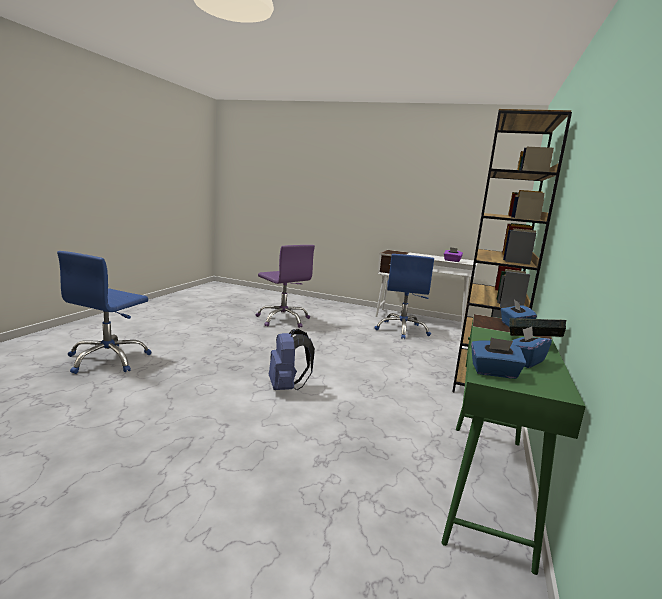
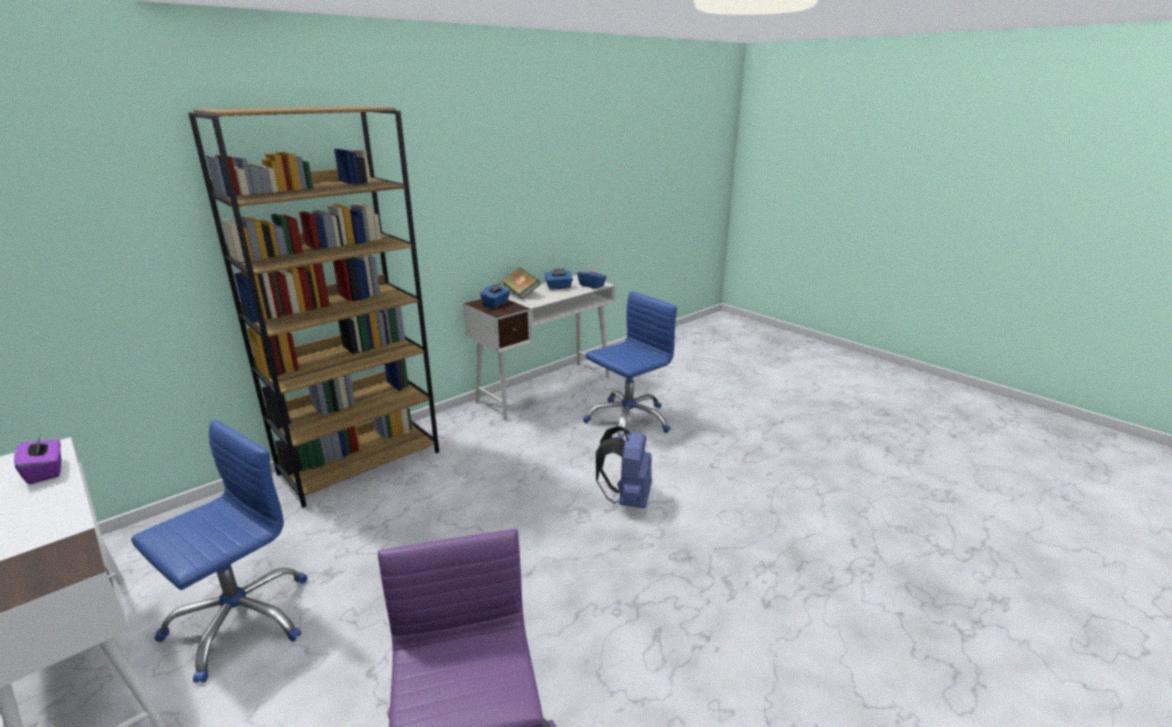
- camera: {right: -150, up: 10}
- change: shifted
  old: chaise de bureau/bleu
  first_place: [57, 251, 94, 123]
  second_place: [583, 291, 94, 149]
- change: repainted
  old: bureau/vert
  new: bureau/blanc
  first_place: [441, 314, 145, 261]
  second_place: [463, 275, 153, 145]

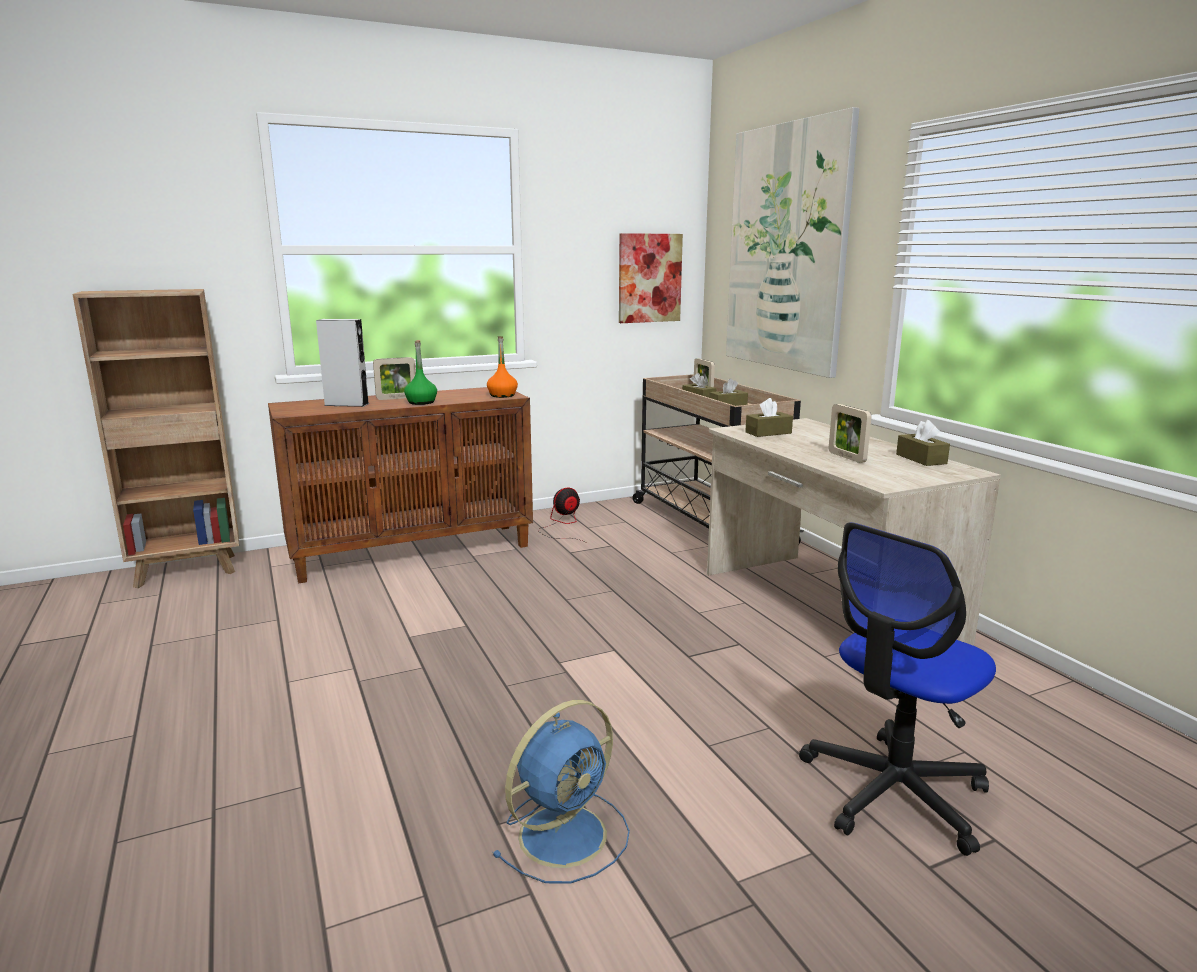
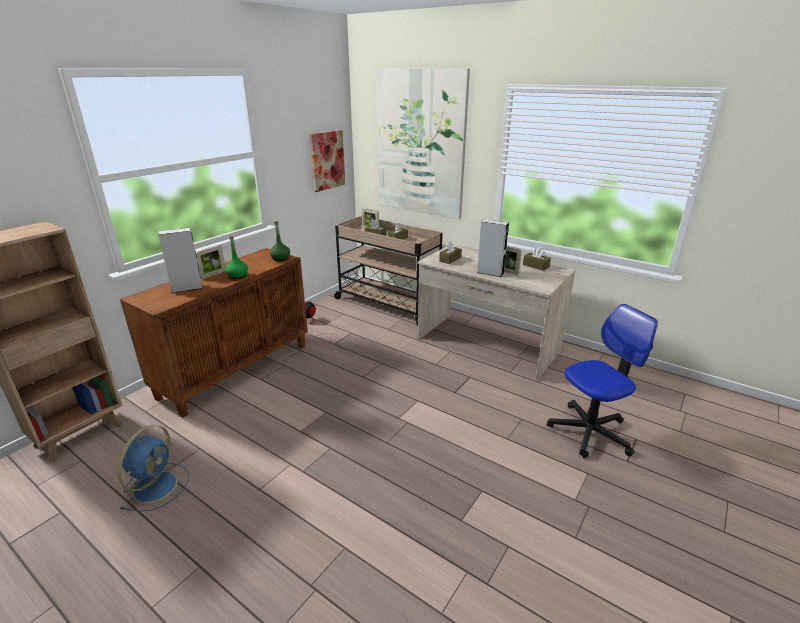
- camera: {right: -30, up: 10}
- change: new
  new: enceinte/gris
  second_place: [477, 219, 32, 58]
- change: shifted
  old: ventilateur/bleu
  first_place: [492, 700, 138, 184]
  second_place: [117, 425, 72, 87]
- change: repainted
  old: bouteille/orange
  new: bouteille/vert
  first_place: [487, 336, 31, 62]
  second_place: [269, 221, 21, 40]
- change: rotated
  old: chaise de bureau
  first_place: [799, 522, 197, 334]
  second_place: [547, 304, 111, 154]
  degrees: -135

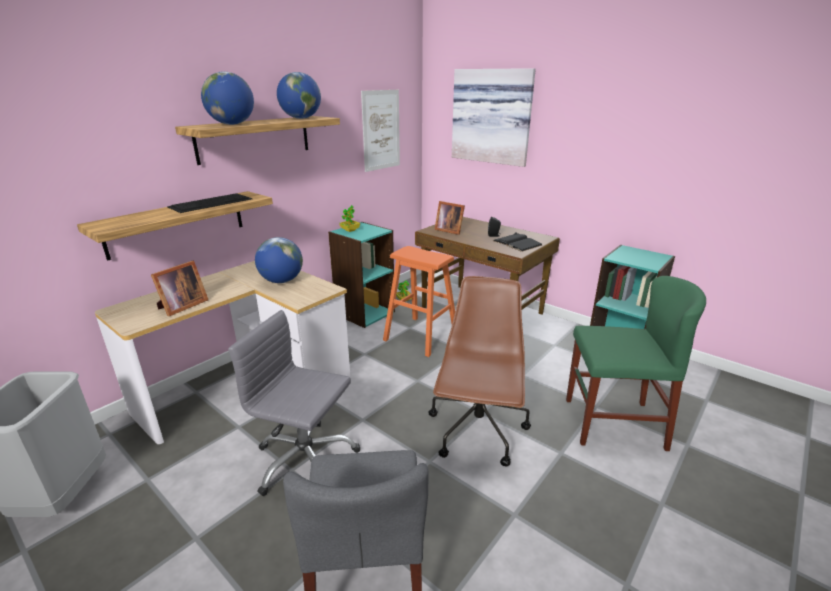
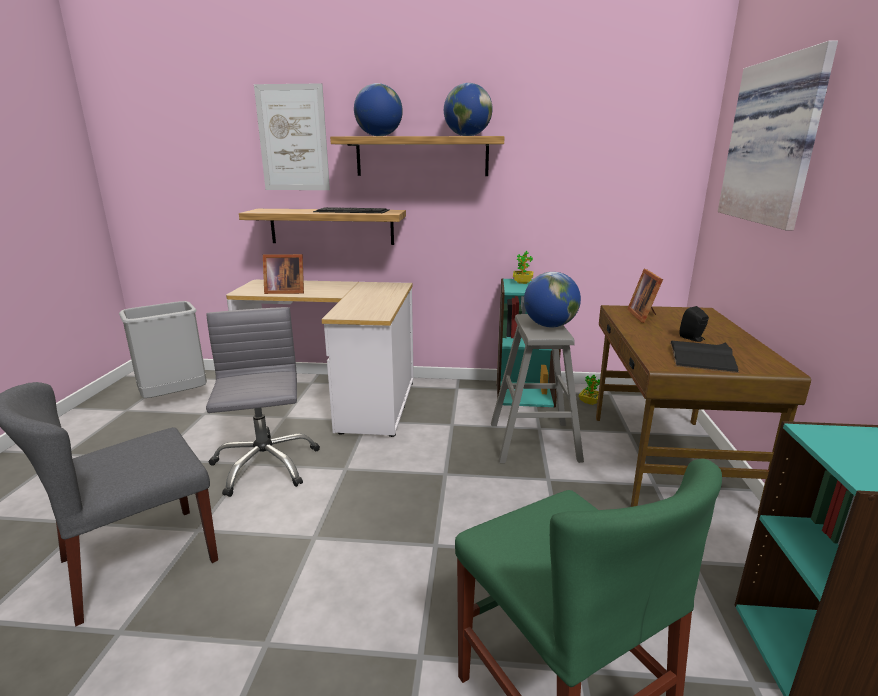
- camera: {right: 55, up: -5}
- change: gone
  old: chaise de bureau/marron
  first_place: [428, 276, 103, 191]
- change: shifted
  old: globe
  first_place: [255, 237, 48, 46]
  second_place: [524, 272, 57, 55]
- change: shifted
  old: tableau
  first_place: [361, 90, 39, 82]
  second_place: [254, 83, 76, 107]
- change: repainted
  old: tabouret/orange
  new: tabouret/gris
  first_place: [383, 246, 72, 111]
  second_place: [491, 314, 93, 149]

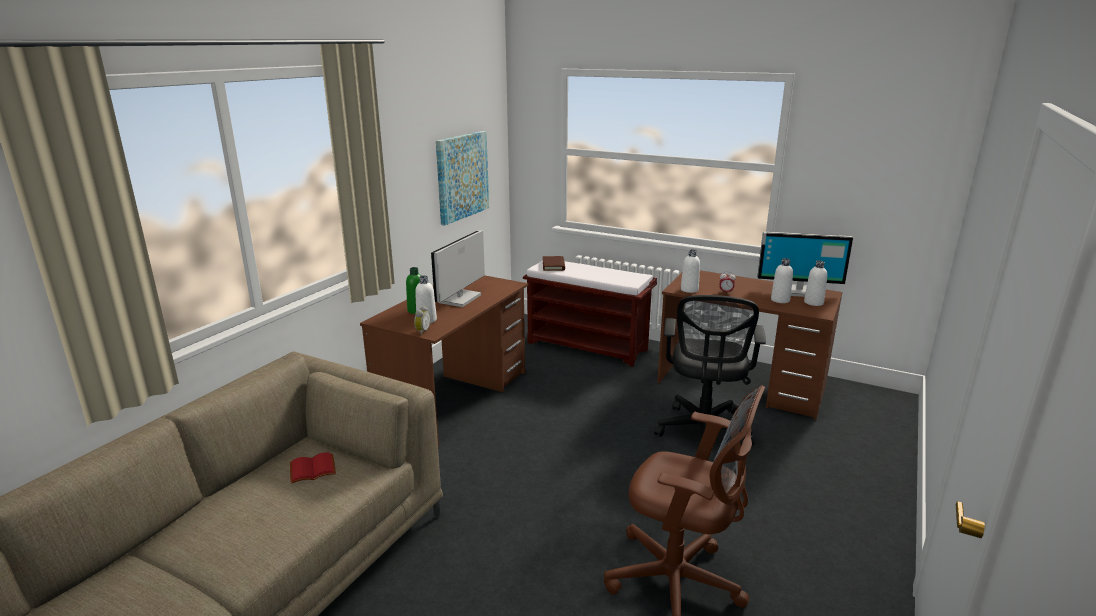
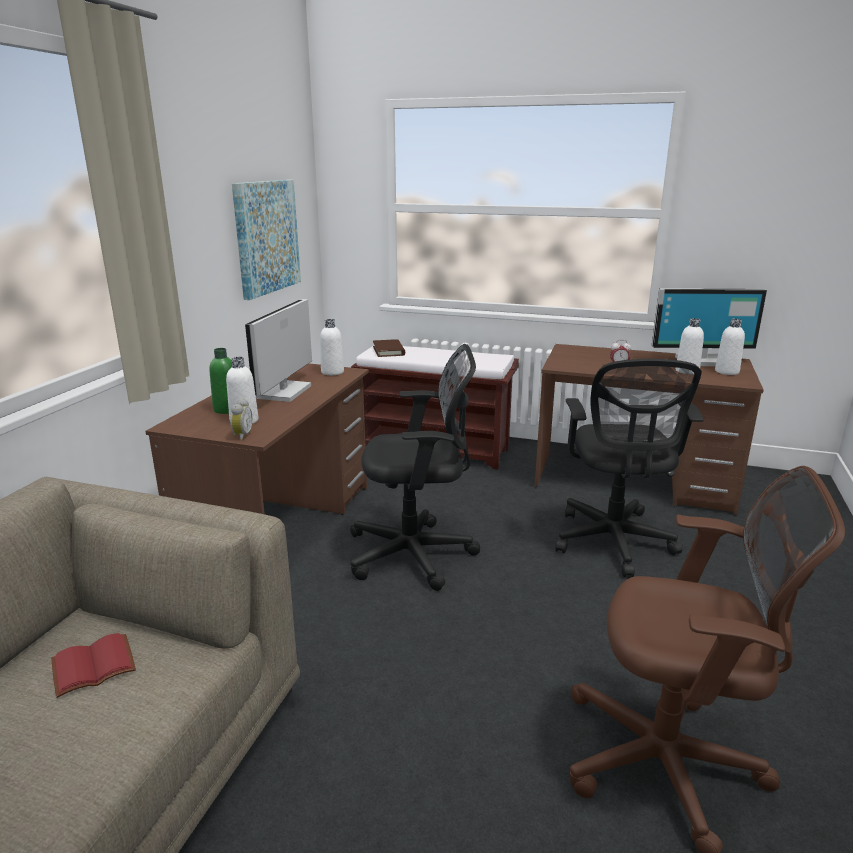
- camera: {right: -10, up: 0}
- change: new
  new: chaise de bureau/noir
  second_place: [350, 344, 131, 247]
- change: shifted
  old: bouteille/blanc
  first_place: [681, 250, 19, 43]
  second_place: [320, 319, 24, 56]

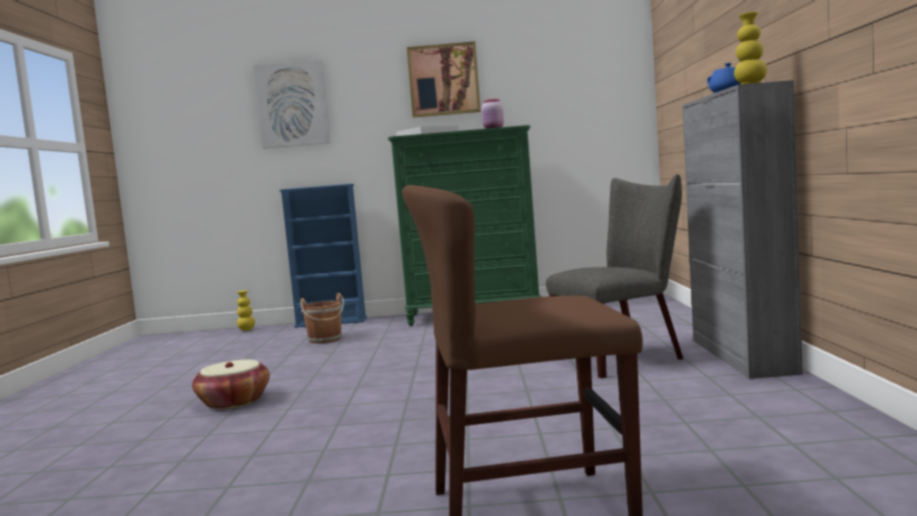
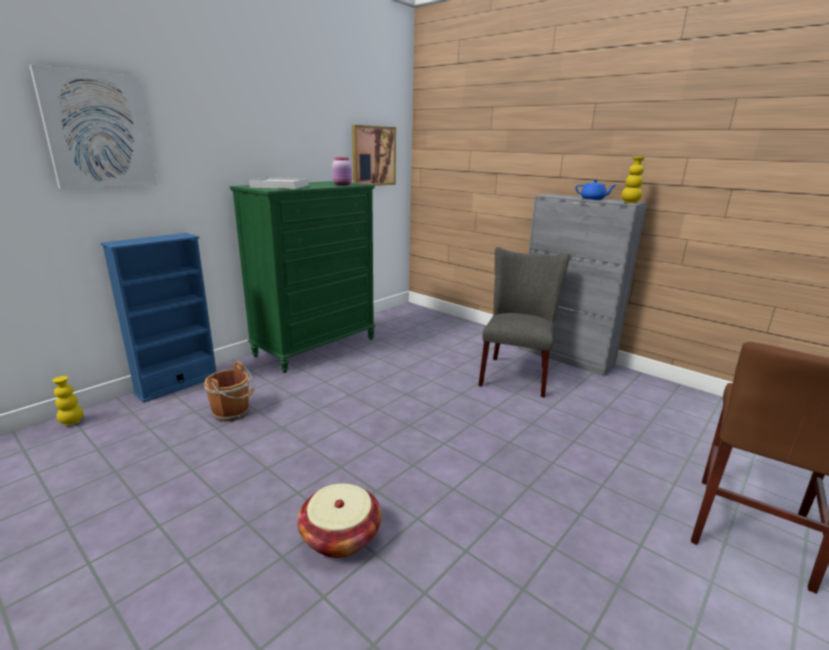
- camera: {right: -50, up: 15}
- change: shifted
  old: tableau
  first_place: [407, 41, 74, 77]
  second_place: [352, 125, 44, 61]

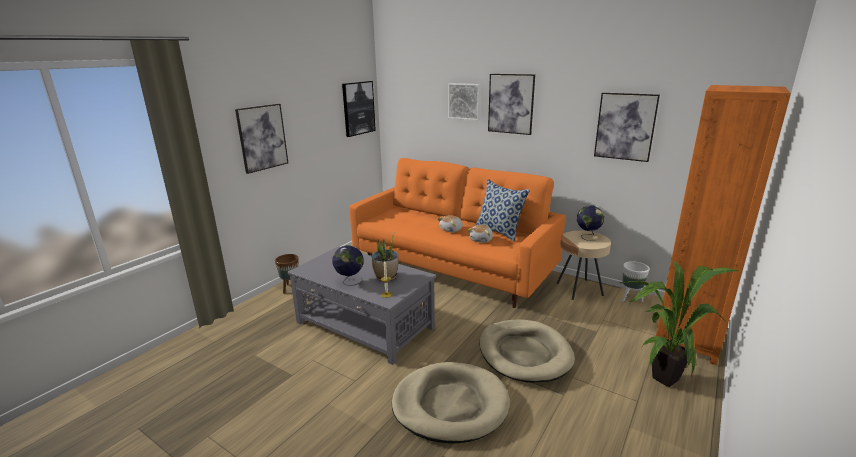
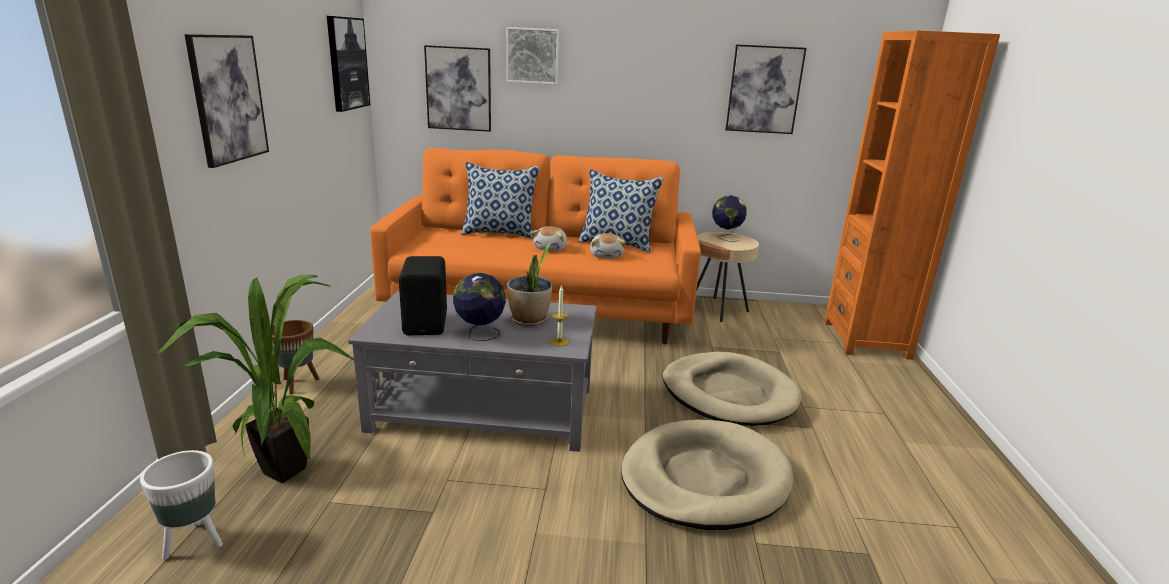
- camera: {right: -30, up: 0}
- change: new
  new: enceinte/noir
  second_place: [399, 256, 48, 79]
- change: new
  new: coussin
  second_place: [461, 162, 79, 77]
- change: shifted
  old: tableau
  first_place: [488, 74, 47, 61]
  second_place: [424, 45, 67, 87]
- change: shifted
  old: plante en pot
  first_place: [620, 261, 118, 126]
  second_place: [154, 275, 202, 208]
- change: shifted
  old: cache-pot/blanc
  first_place: [622, 261, 28, 41]
  second_place: [140, 450, 83, 110]

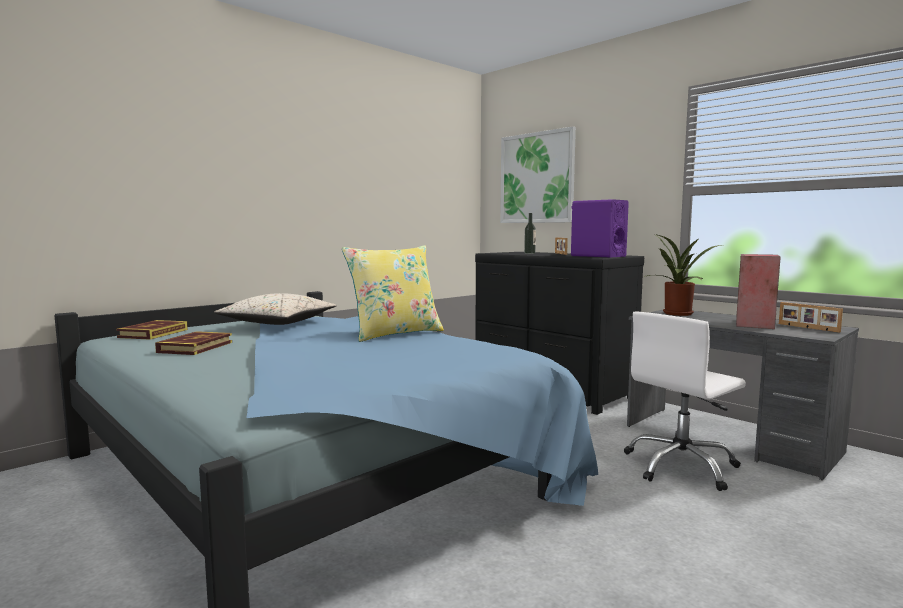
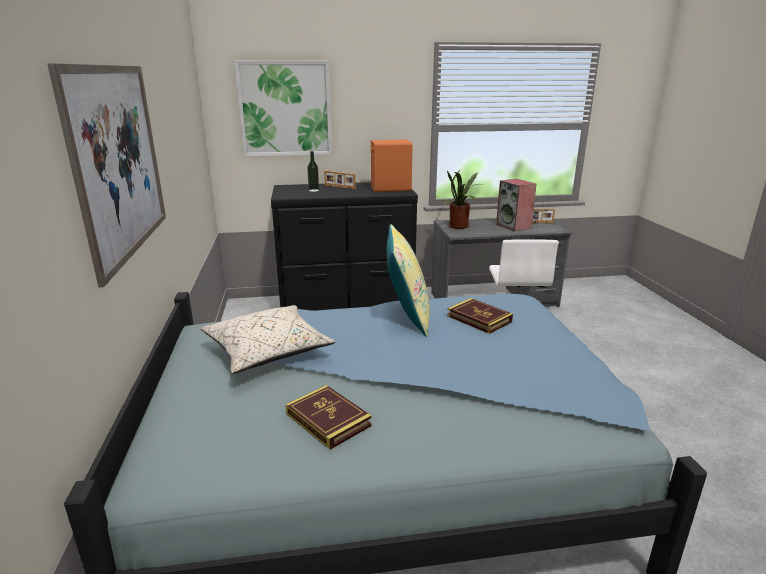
- camera: {right: -55, up: 15}
- change: new
  new: tableau
  second_place: [47, 63, 119, 224]
- change: shifted
  old: livre
  first_place: [116, 320, 72, 20]
  second_place: [447, 298, 66, 36]
- change: repainted
  old: enceinte/violet
  new: enceinte/orange
  first_place: [571, 199, 58, 58]
  second_place: [371, 140, 42, 52]

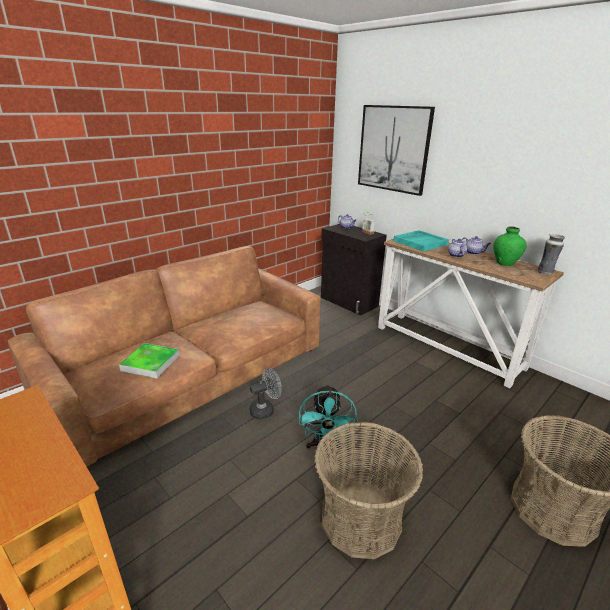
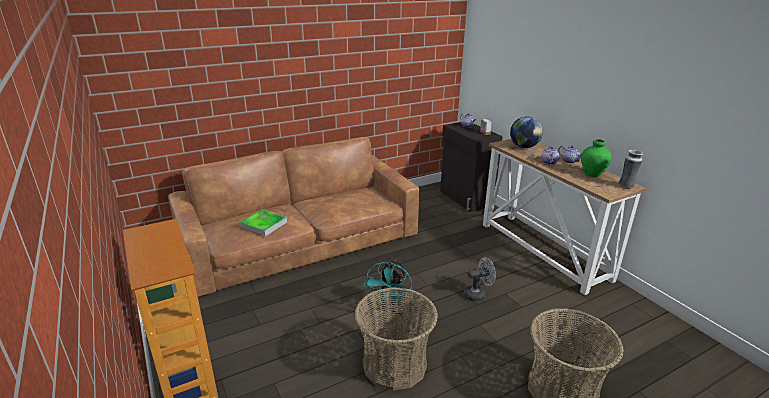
- camera: {right: 15, up: 0}
- change: gone
  old: tableau
  first_place: [358, 105, 77, 91]
- change: shifted
  old: ventilateur/gris
  first_place: [249, 368, 33, 51]
  second_place: [464, 257, 32, 45]
- change: swapped
  old: plateau/turquoise
  new: globe
  first_place: [393, 230, 56, 22]
  second_place: [510, 116, 33, 32]

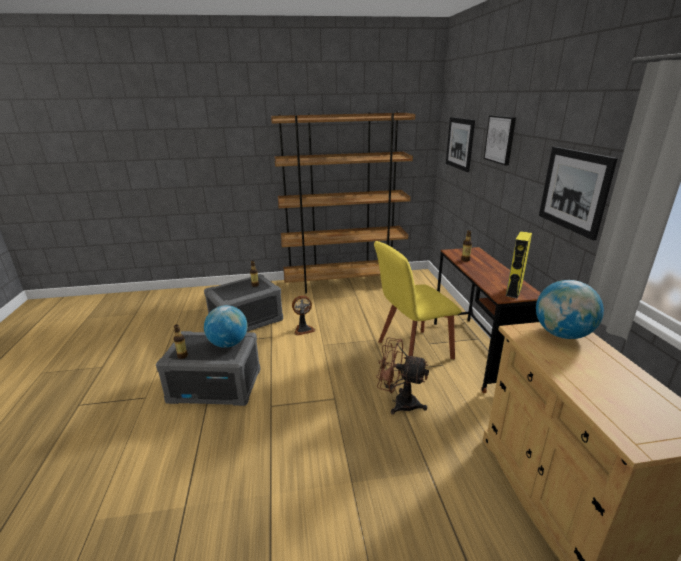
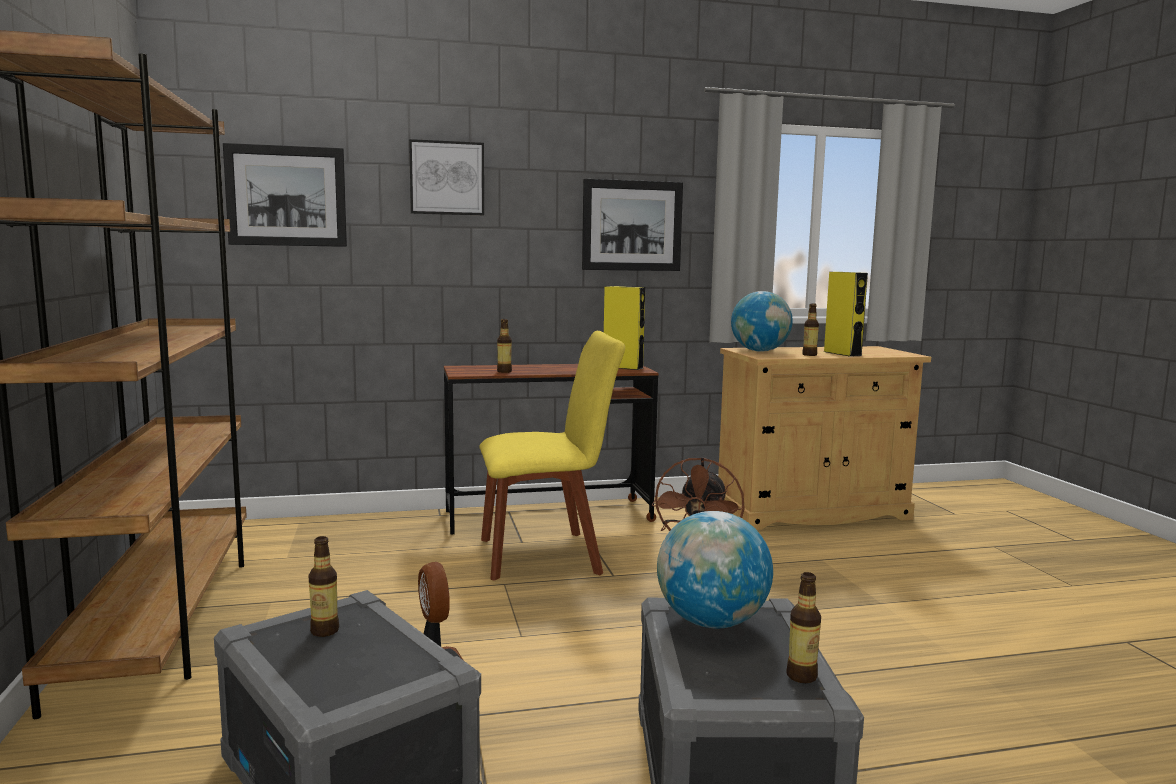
- camera: {right: -95, up: -15}
- change: new
  new: bouteille
  second_place: [802, 303, 17, 53]
- change: new
  new: enceinte/jaune
  second_place: [824, 272, 44, 85]
- change: rotated
  old: chaise/jaune
  first_place: [374, 241, 88, 118]
  second_place: [479, 331, 146, 250]
  degrees: -75

